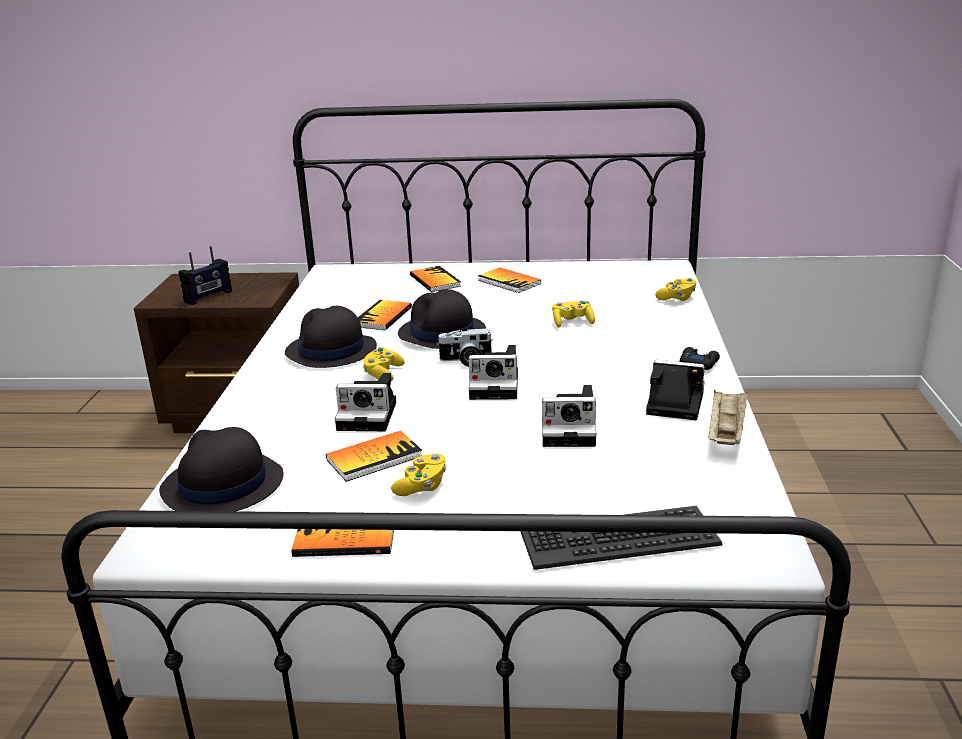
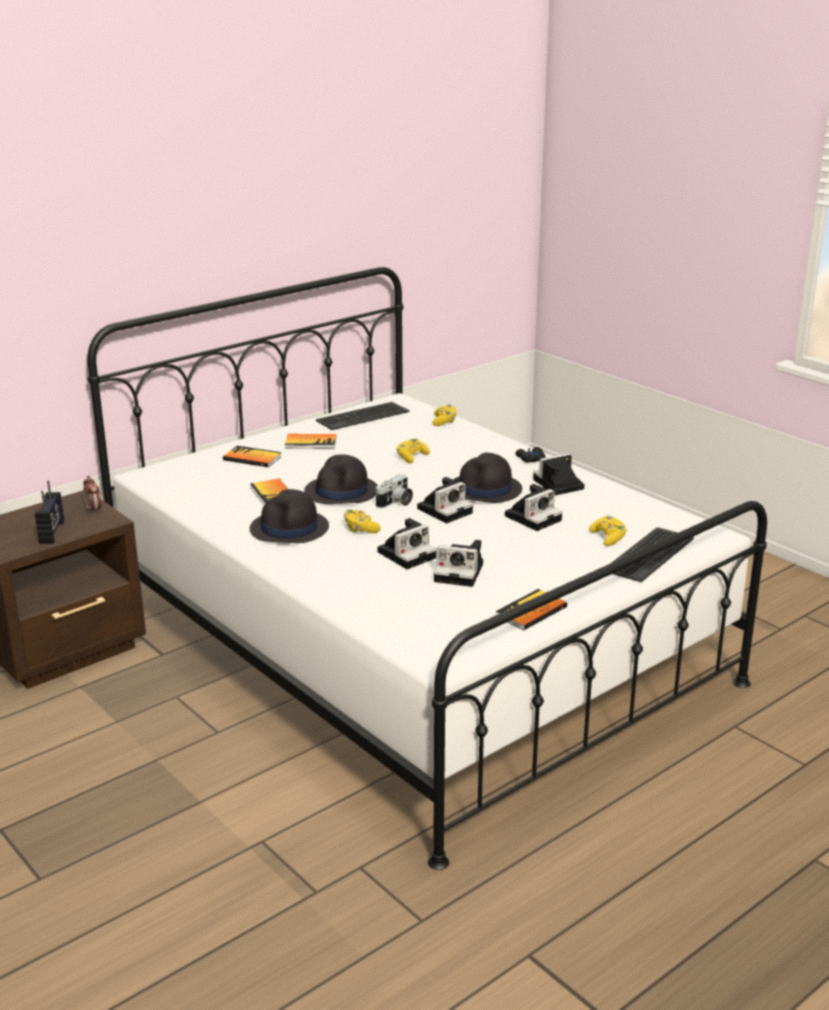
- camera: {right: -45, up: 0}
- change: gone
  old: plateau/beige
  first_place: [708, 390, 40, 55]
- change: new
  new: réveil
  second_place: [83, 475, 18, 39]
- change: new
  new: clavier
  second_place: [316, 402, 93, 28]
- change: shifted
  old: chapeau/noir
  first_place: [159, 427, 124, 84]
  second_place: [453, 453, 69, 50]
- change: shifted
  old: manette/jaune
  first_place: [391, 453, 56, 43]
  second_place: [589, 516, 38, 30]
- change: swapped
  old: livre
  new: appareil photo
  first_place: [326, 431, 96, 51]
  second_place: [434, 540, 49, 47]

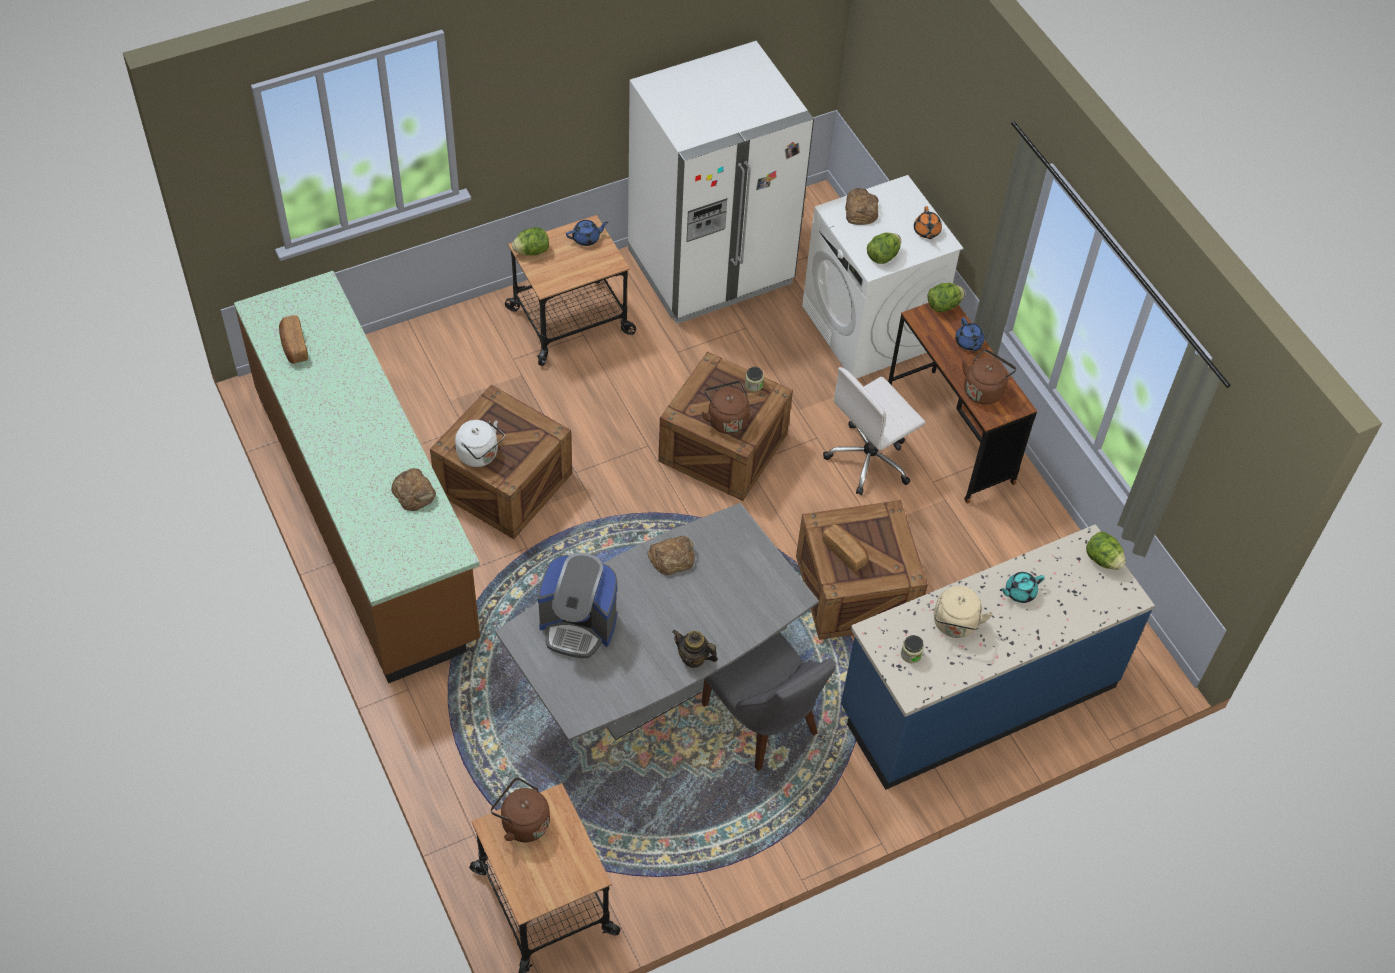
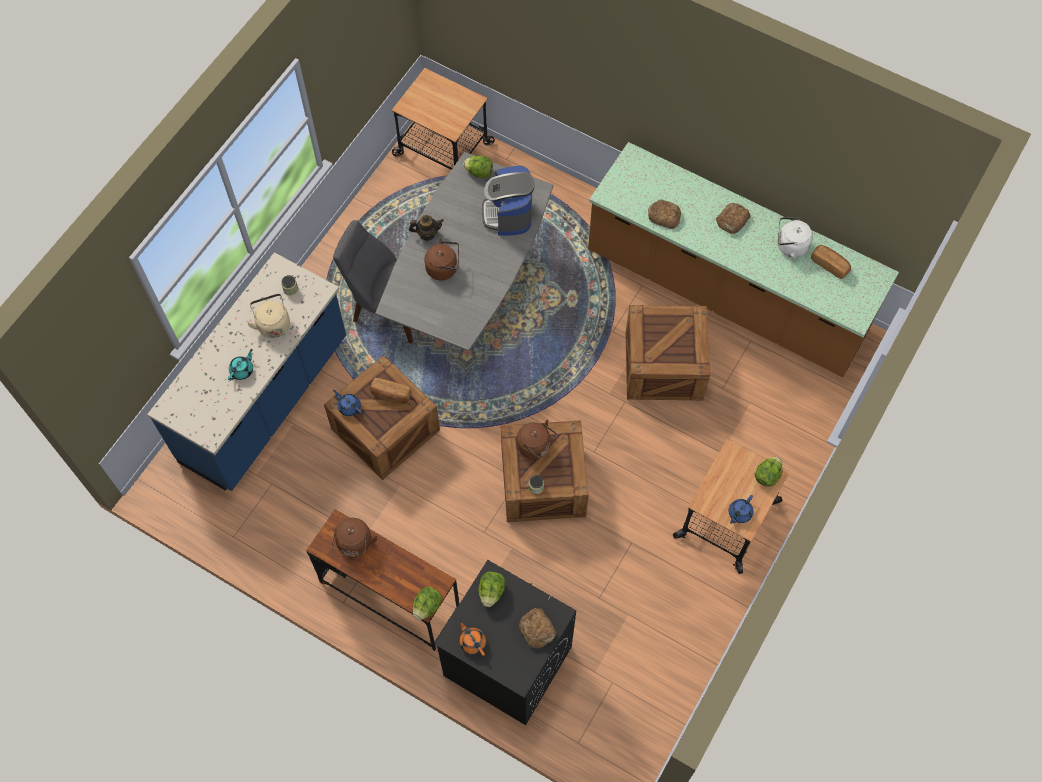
- camera: {right: 150, up: 10}
- change: gone
  old: réfrigérateur/blanc
  first_place: [628, 41, 186, 283]
- change: gone
  old: chaise de bureau/blanc
  first_place: [823, 367, 102, 128]
- change: shifted
  old: bouilloire/blanc
  first_place: [455, 420, 50, 47]
  second_place: [778, 217, 35, 41]
- change: shifted
  old: bouilloire/marron
  first_place: [491, 777, 59, 65]
  second_place: [424, 238, 35, 43]
- change: shifted
  old: pain
  first_place: [647, 536, 48, 39]
  second_place: [716, 203, 35, 31]
- change: shifted
  old: théière/bleu
  first_place: [955, 317, 29, 34]
  second_place: [333, 390, 29, 26]
- change: shifted
  old: laitue
  first_place: [1086, 532, 40, 38]
  second_place: [463, 155, 30, 23]
- change: repainted
  old: lave-linge/blanc
  new: lave-linge/noir
  first_place: [802, 175, 161, 204]
  second_place: [434, 560, 142, 165]
- change: rotated
  old: machine à café
  first_place: [538, 553, 79, 105]
  second_place: [482, 165, 53, 71]
  degrees: -75

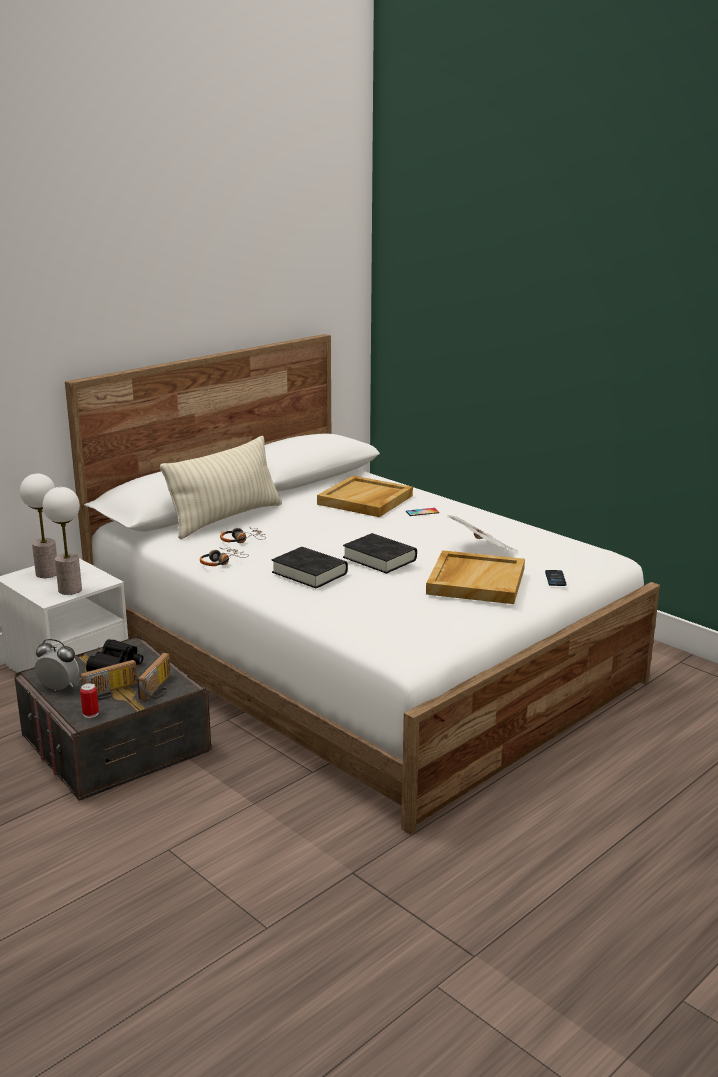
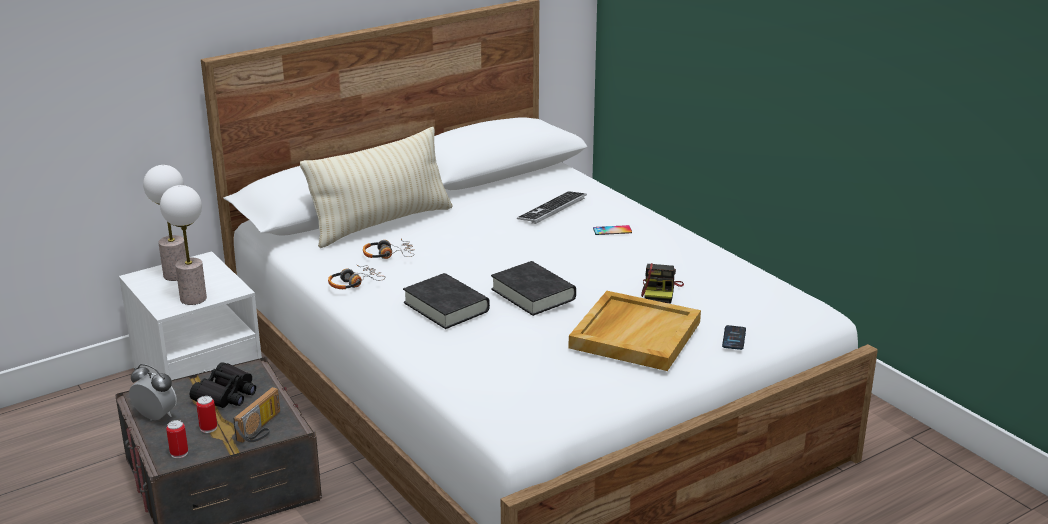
- camera: {right: 10, up: 5}
- change: swapped
  old: radio
  new: boîte métallique
  first_place: [79, 660, 58, 40]
  second_place: [196, 396, 21, 37]
- change: swapped
  old: plateau/beige
  new: clavier
  first_place: [317, 476, 96, 41]
  second_place: [517, 191, 70, 33]
- change: swapped
  old: journal
  new: appareil photo
  first_place: [447, 515, 71, 36]
  second_place: [641, 263, 43, 40]

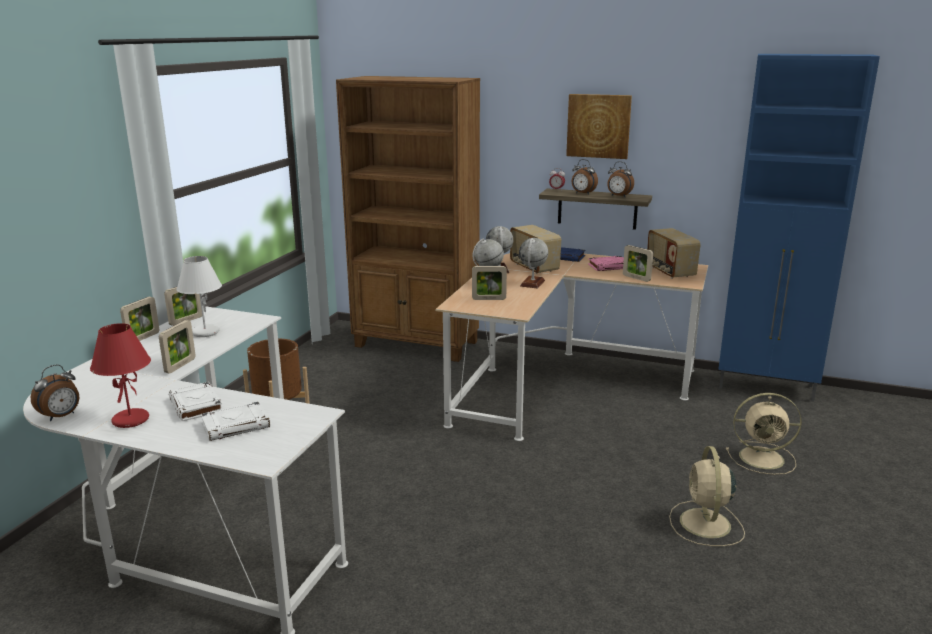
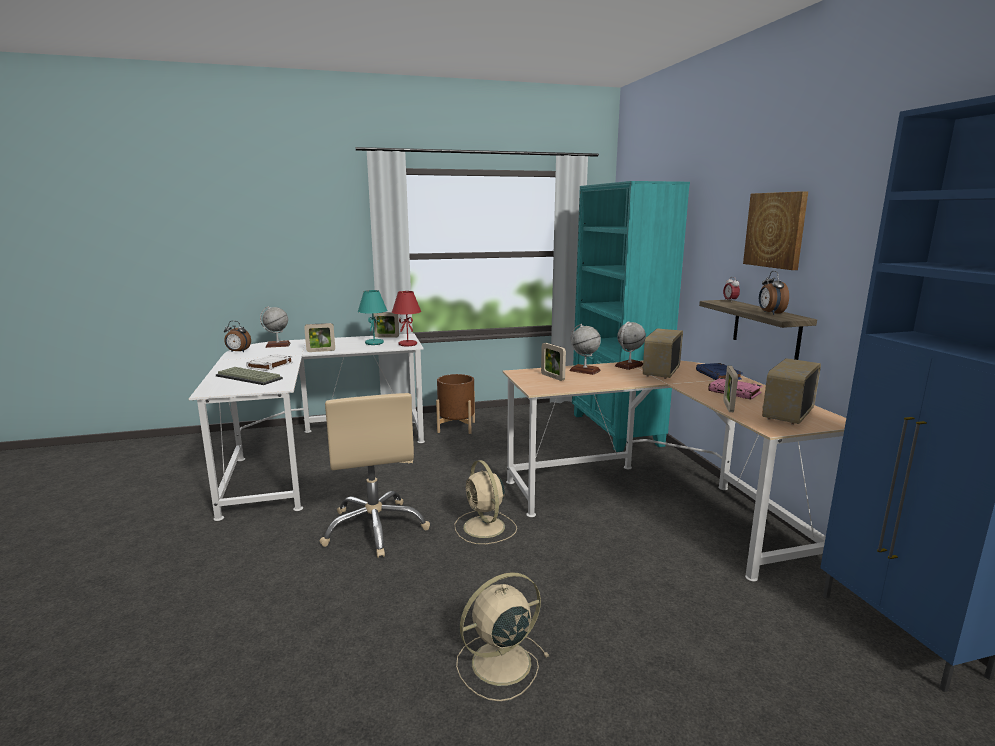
- camera: {right: 55, up: -5}
- change: gone
  old: cadre photo
  first_place: [120, 297, 39, 44]
- change: gone
  old: réveil
  first_place: [572, 159, 26, 36]
- change: new
  new: chaise de bureau/beige
  second_place: [319, 393, 111, 165]
- change: shifted
  old: lampe de table/rouge
  first_place: [90, 323, 61, 105]
  second_place: [392, 291, 29, 55]
- change: shifted
  old: globe
  first_place: [519, 238, 29, 50]
  second_place: [260, 306, 30, 42]
- change: shifted
  old: ventilateur/beige
  first_place: [726, 393, 76, 82]
  second_place: [455, 460, 62, 84]
- change: swapped
  old: livre/blanc
  new: clavier
  first_place: [201, 402, 69, 39]
  second_place: [216, 367, 67, 18]
- change: repainted
  old: lampe de table/blanc
  new: lampe de table/turquoise
  first_place: [176, 256, 46, 81]
  second_place: [358, 290, 30, 55]
- change: repainted
  old: bibliothèque/marron
  new: bibliothèque/turquoise
  first_place: [336, 76, 144, 286]
  second_place: [572, 181, 118, 271]

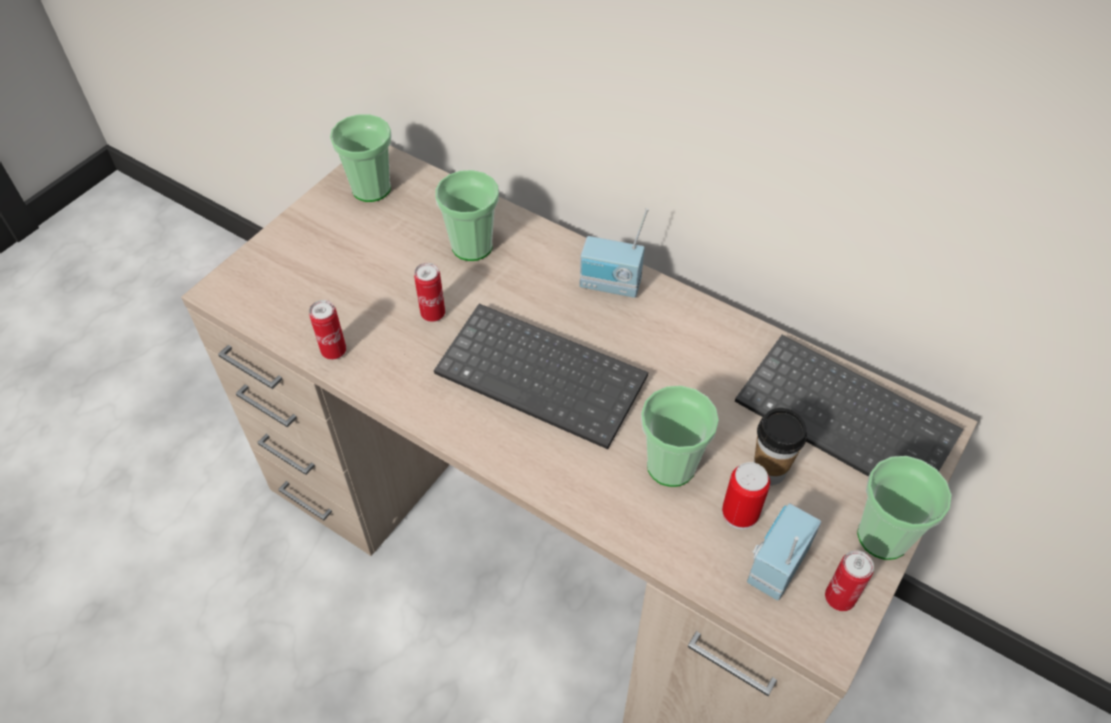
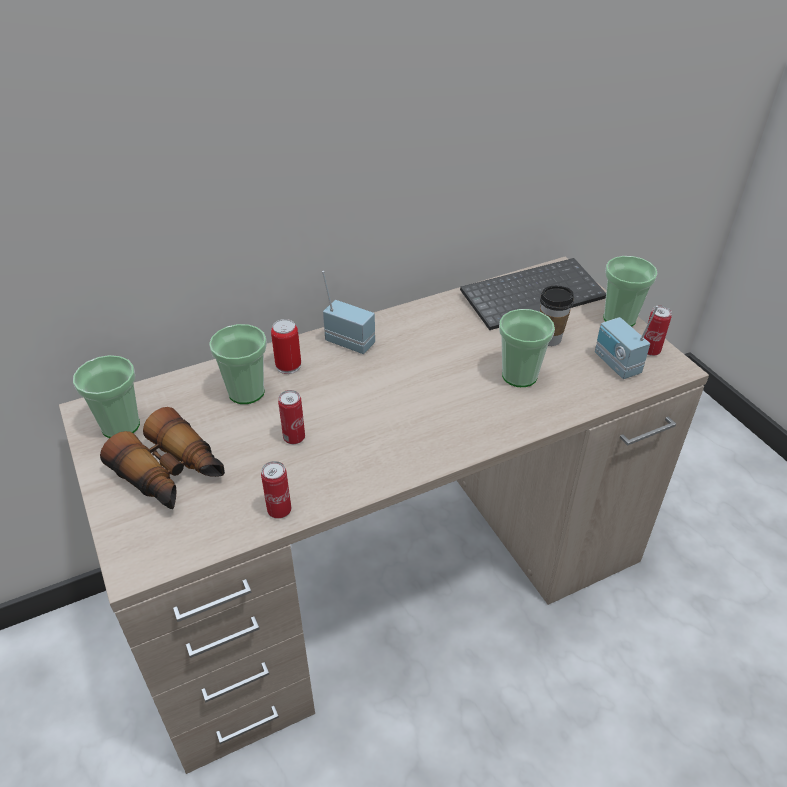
- camera: {right: -60, up: -10}
- change: gone
  old: clavier
  first_place: [434, 304, 214, 145]
- change: new
  new: jumelles
  second_place: [100, 407, 125, 102]
- change: shifted
  old: boîte métallique
  first_place: [722, 462, 48, 68]
  second_place: [271, 319, 30, 55]
- change: rotated
  old: radio
  first_place: [580, 208, 69, 90]
  second_place: [322, 271, 53, 83]
  degrees: -105

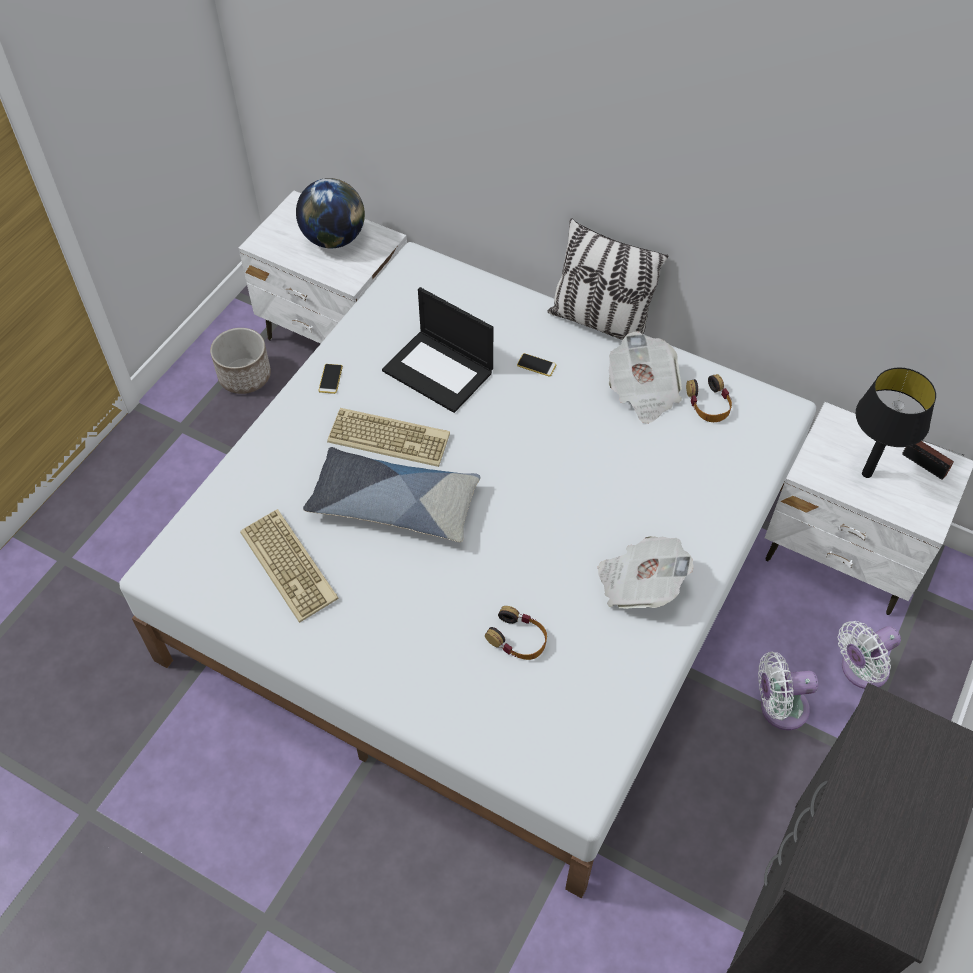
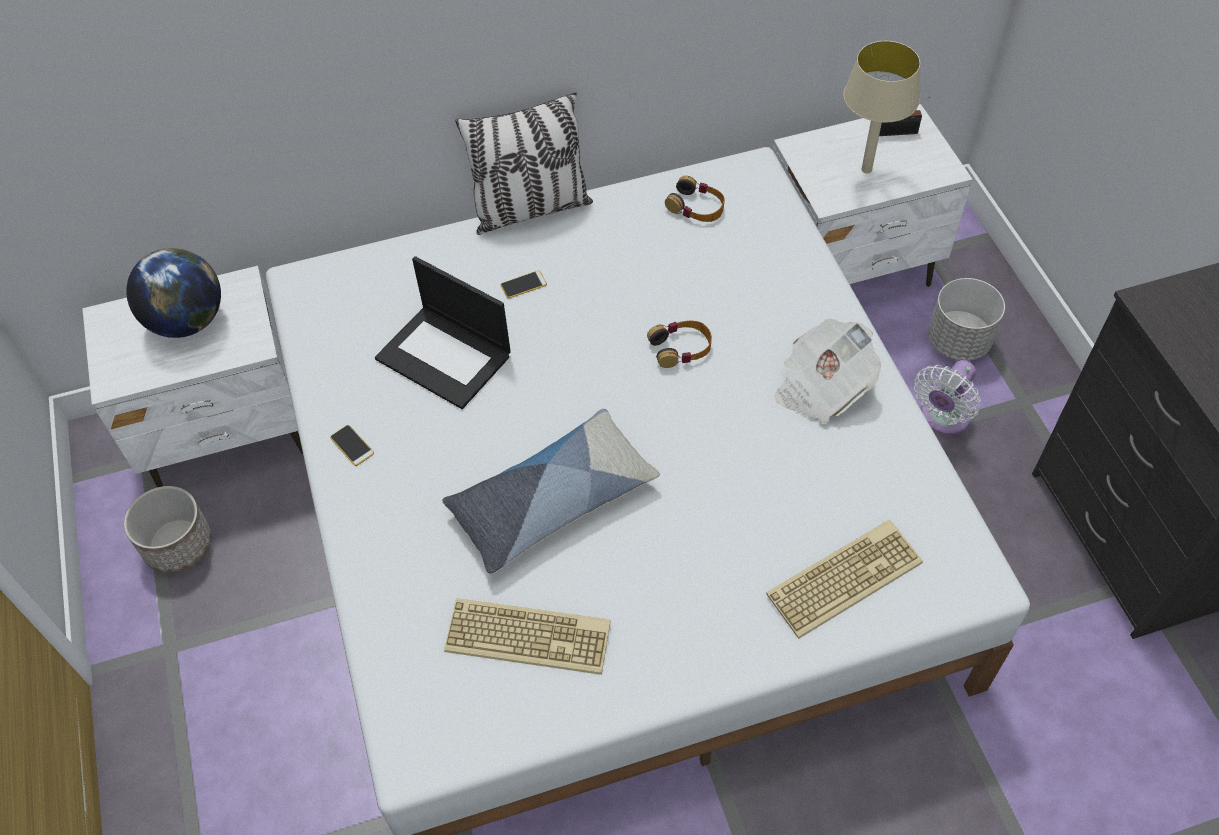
- camera: {right: -45, up: 0}
- change: gone
  old: journal
  first_place: [609, 331, 73, 93]
- change: shifted
  old: clavier
  first_place: [327, 408, 123, 59]
  second_place: [766, 520, 157, 119]
- change: shifted
  old: casque audio
  first_place: [485, 606, 62, 54]
  second_place: [647, 321, 65, 47]
- change: swapped
  old: ventilateur/blanc
  new: cache-pot/gris
  first_place: [838, 621, 63, 68]
  second_place: [928, 278, 77, 83]
- change: repainted
  old: lampe de table/noir
  new: lampe de table/beige
  first_place: [856, 367, 80, 111]
  second_place: [843, 41, 77, 132]
- change: rotated
  old: ordinateur portable
  first_place: [382, 287, 111, 126]
  second_place: [375, 256, 136, 153]
  degrees: 45

